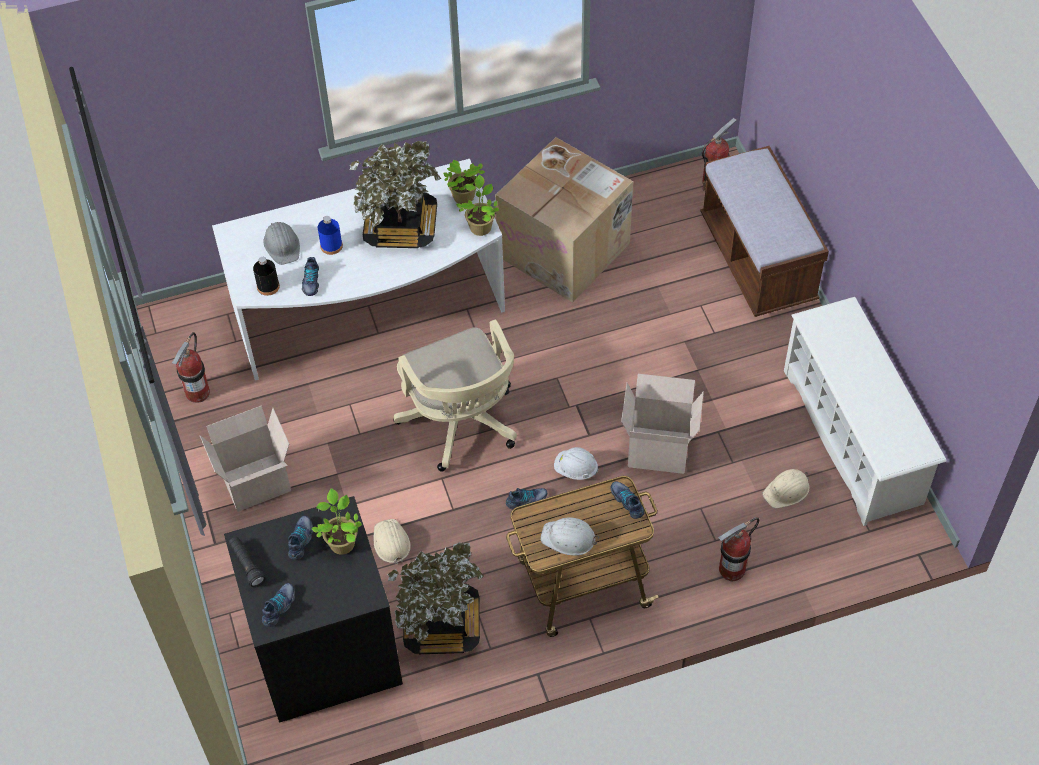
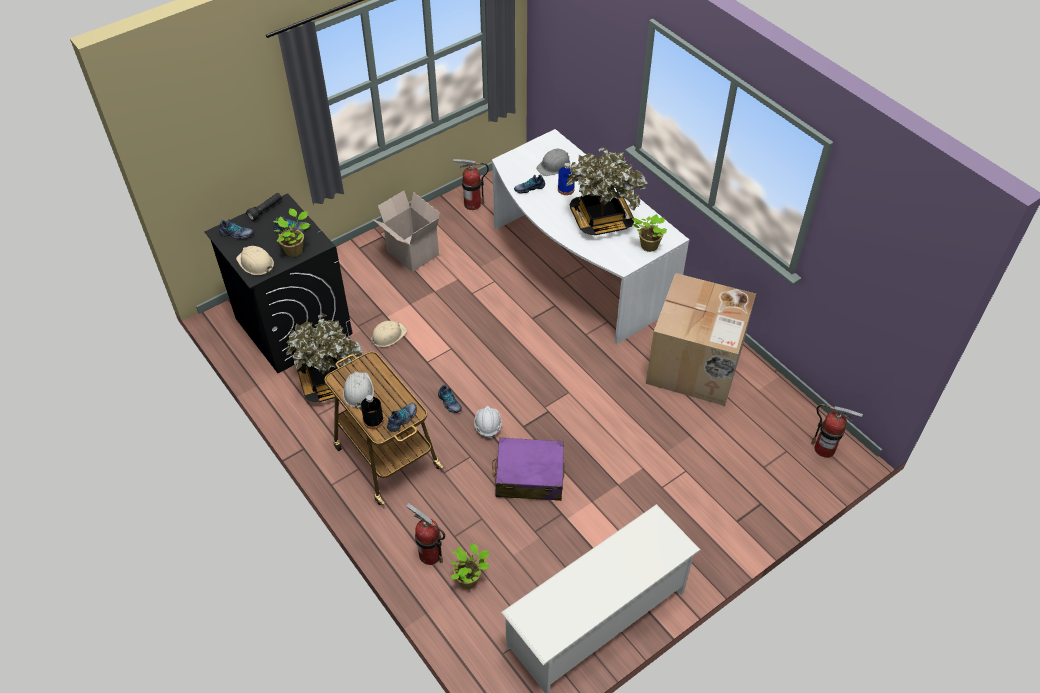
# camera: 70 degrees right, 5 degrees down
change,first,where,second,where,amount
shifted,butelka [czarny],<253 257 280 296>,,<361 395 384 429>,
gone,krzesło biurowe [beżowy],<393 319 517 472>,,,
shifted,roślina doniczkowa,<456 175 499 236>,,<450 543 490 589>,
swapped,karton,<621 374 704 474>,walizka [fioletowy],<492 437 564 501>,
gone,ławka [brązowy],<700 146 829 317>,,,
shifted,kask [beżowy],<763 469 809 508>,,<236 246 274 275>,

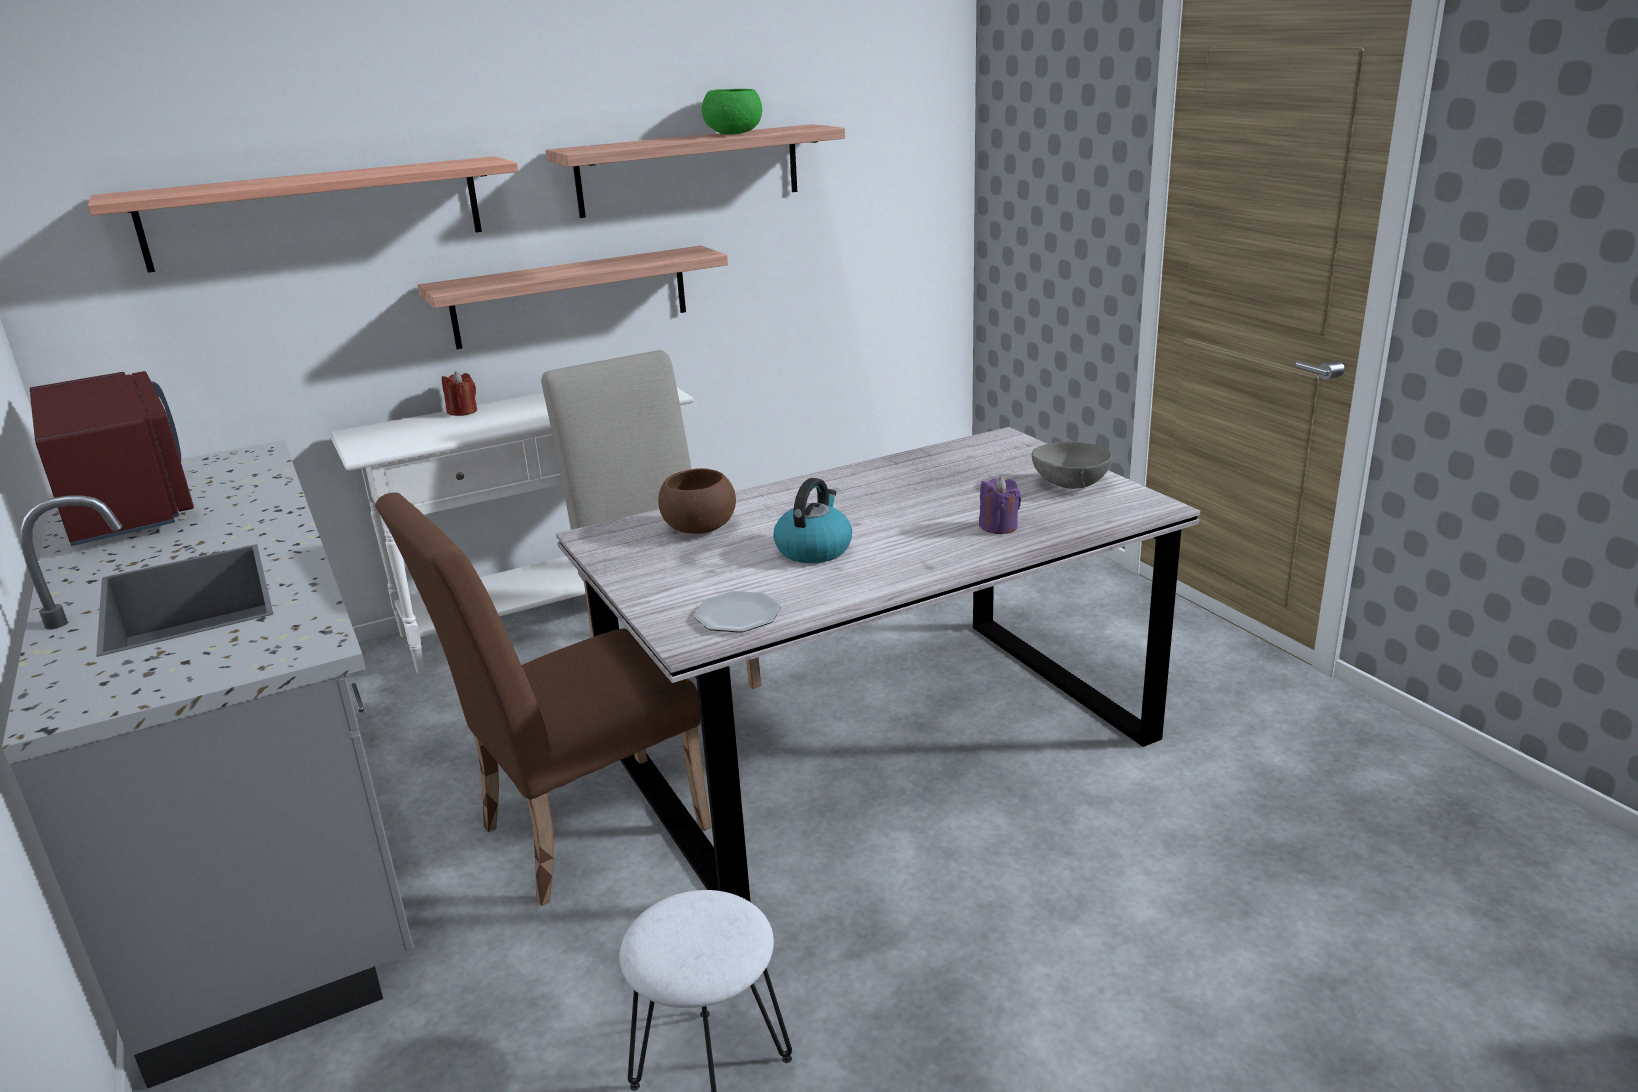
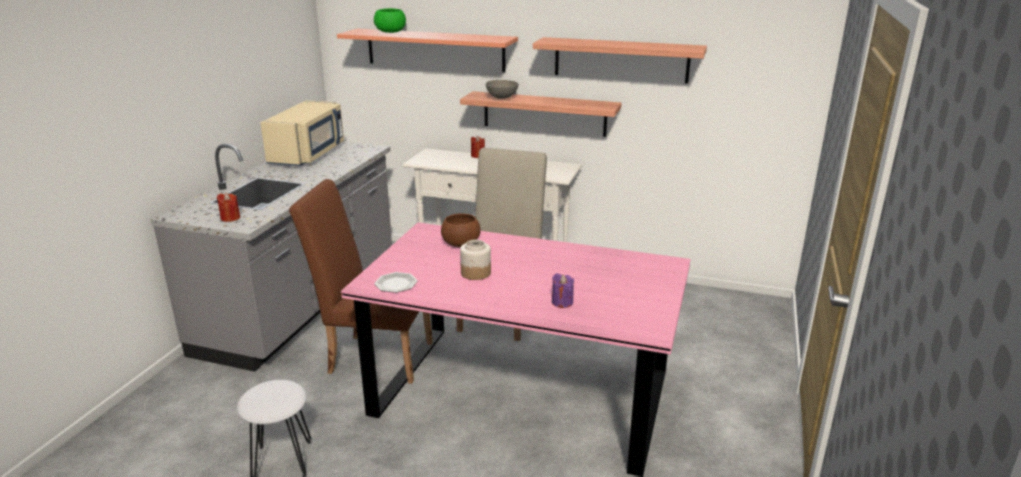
# camera: 45 degrees right, 0 degrees up
change,first,where,second,where,amount
repainted,mikrofalówka [czerwony],<30 371 194 546>,mikrofalówka [beżowy],<260 100 344 166>,
repainted,stół jadalny [szary],<556 427 1200 902>,stół jadalny [różowy],<341 222 691 477>,
shifted,miska [zielony],<702 89 762 135>,,<374 8 406 33>,
swapped,czajnik,<773 478 852 563>,słoik,<460 240 491 280>,
shifted,miska [szary],<1032 441 1112 489>,,<486 80 518 99>,
new,,,świeca [czerwony],<217 193 240 222>,

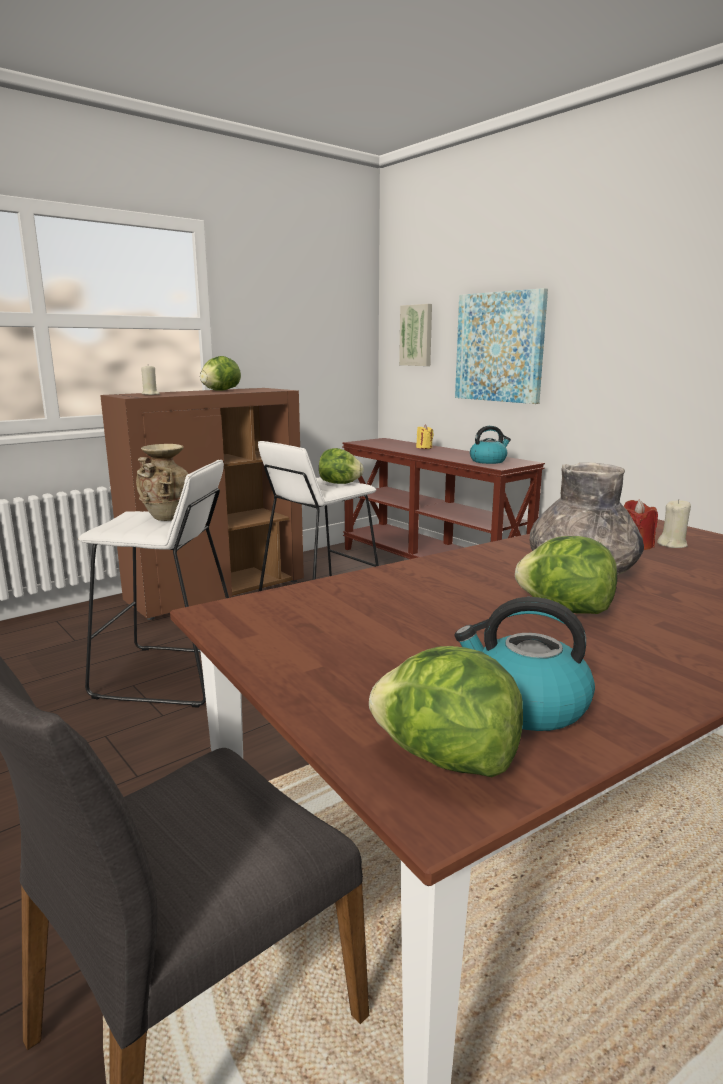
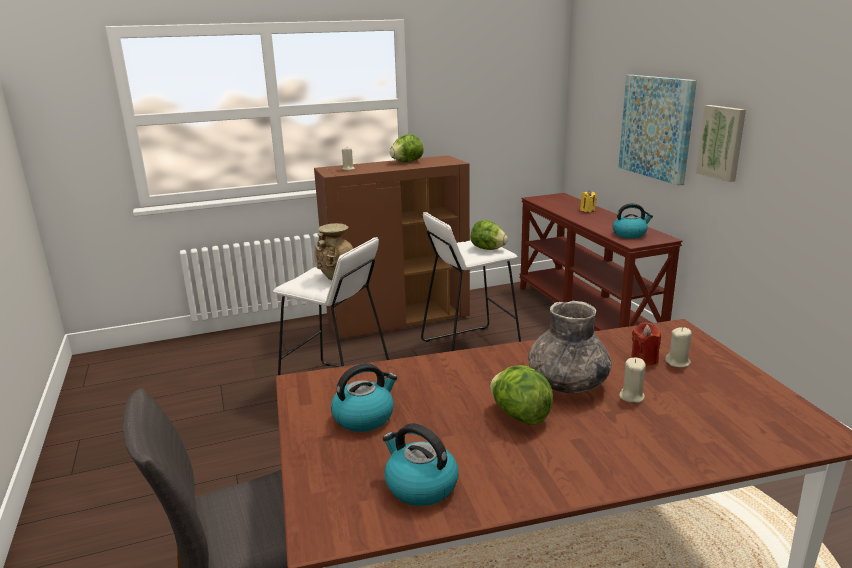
# camera: 20 degrees right, 5 degrees up
change,first,where,second,where,amount
gone,sałata,<369 646 523 777>,,,
shifted,obraz,<399 304 432 366>,,<696 105 746 182>,
new,,,czajnik,<331 363 397 432>,
new,,,świeca [beżowy],<619 358 646 403>,

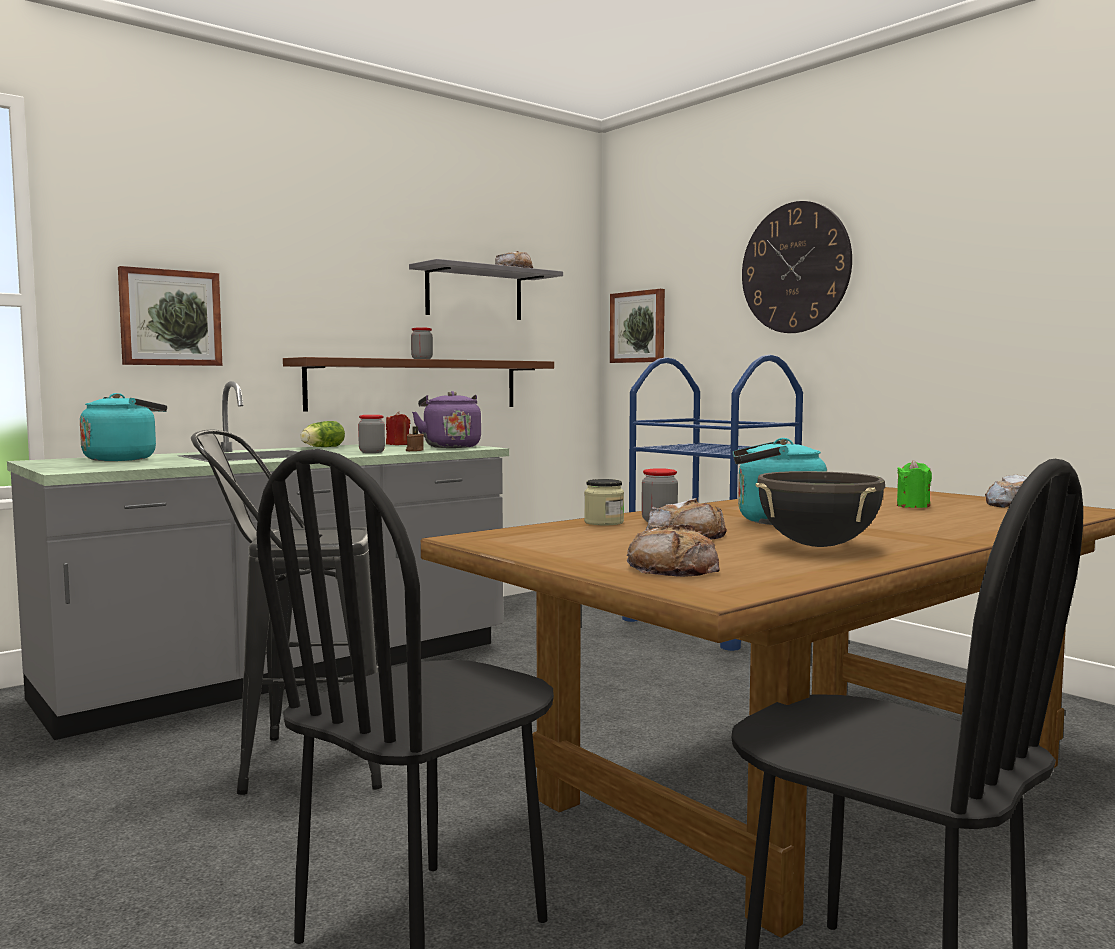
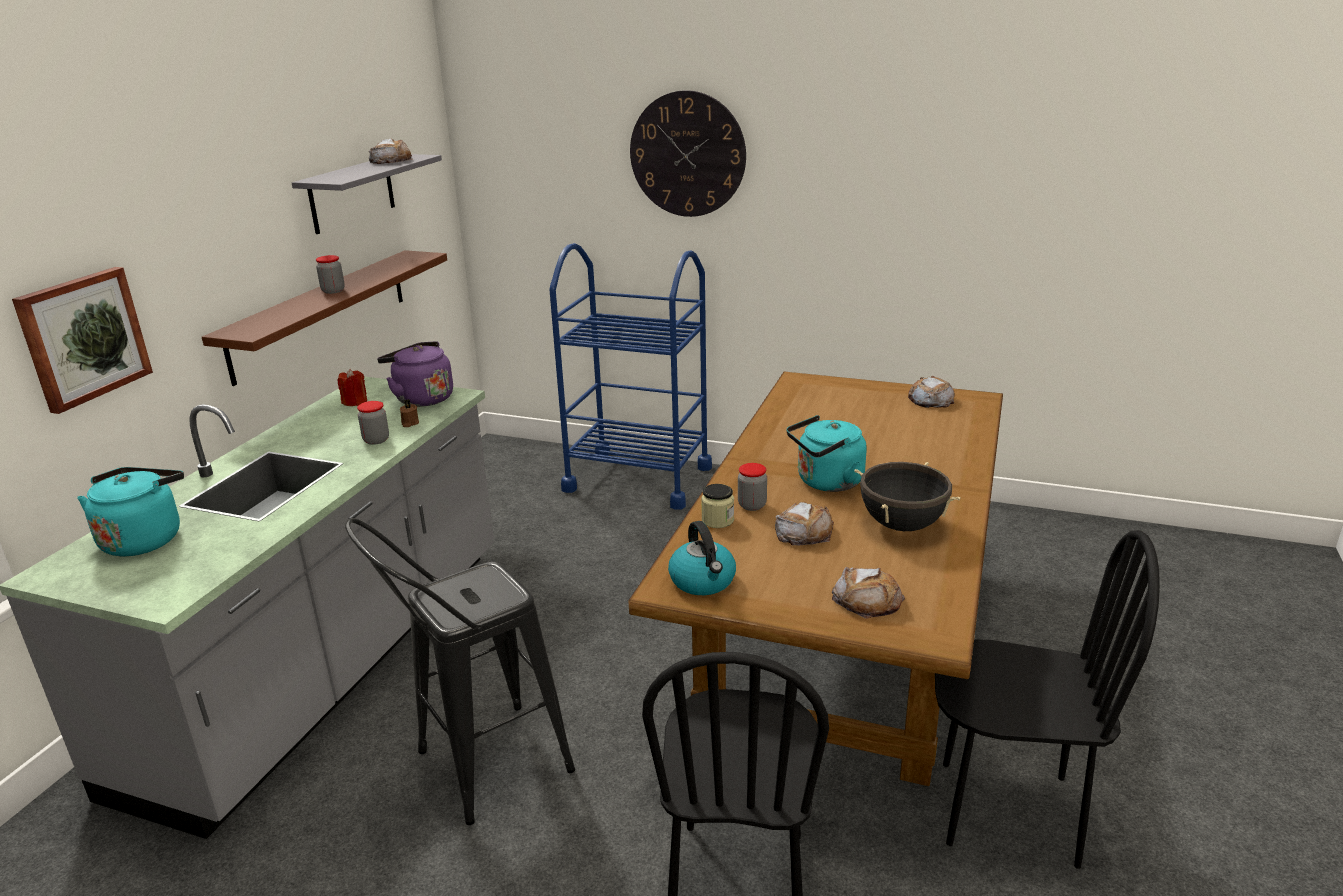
# camera: 30 degrees left, 20 degrees up
change,first,where,second,where,amount
gone,sałata,<300 421 345 447>,,,
gone,obraz,<610 289 665 363>,,,
gone,świeca [zielony],<897 460 932 508>,,,
new,,,czajnik,<668 521 736 595>,

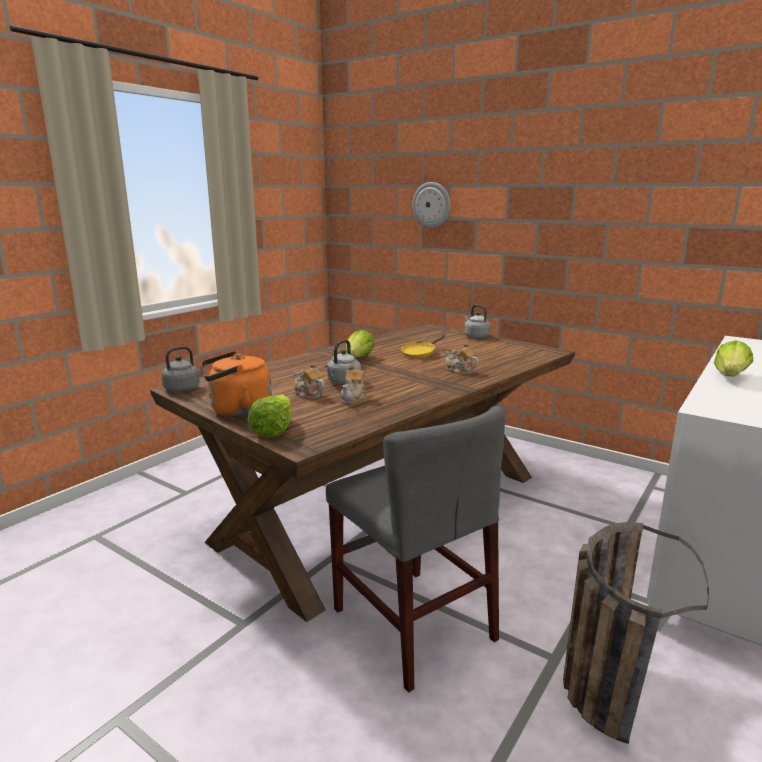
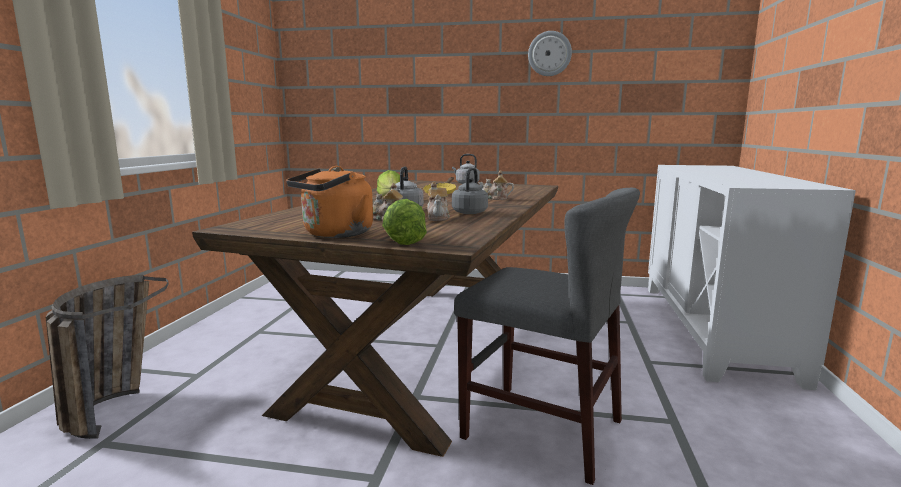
# camera: 25 degrees left, 5 degrees down
change,first,where,second,where,amount
shifted,czajnik [szary],<161 346 205 392>,,<452 168 488 214>,
shifted,zegar ścienny,<412 182 450 228>,,<528 31 572 76>,
shifted,koszyk,<563 522 709 744>,,<46 275 169 439>,
gone,sałata,<714 340 753 377>,,,

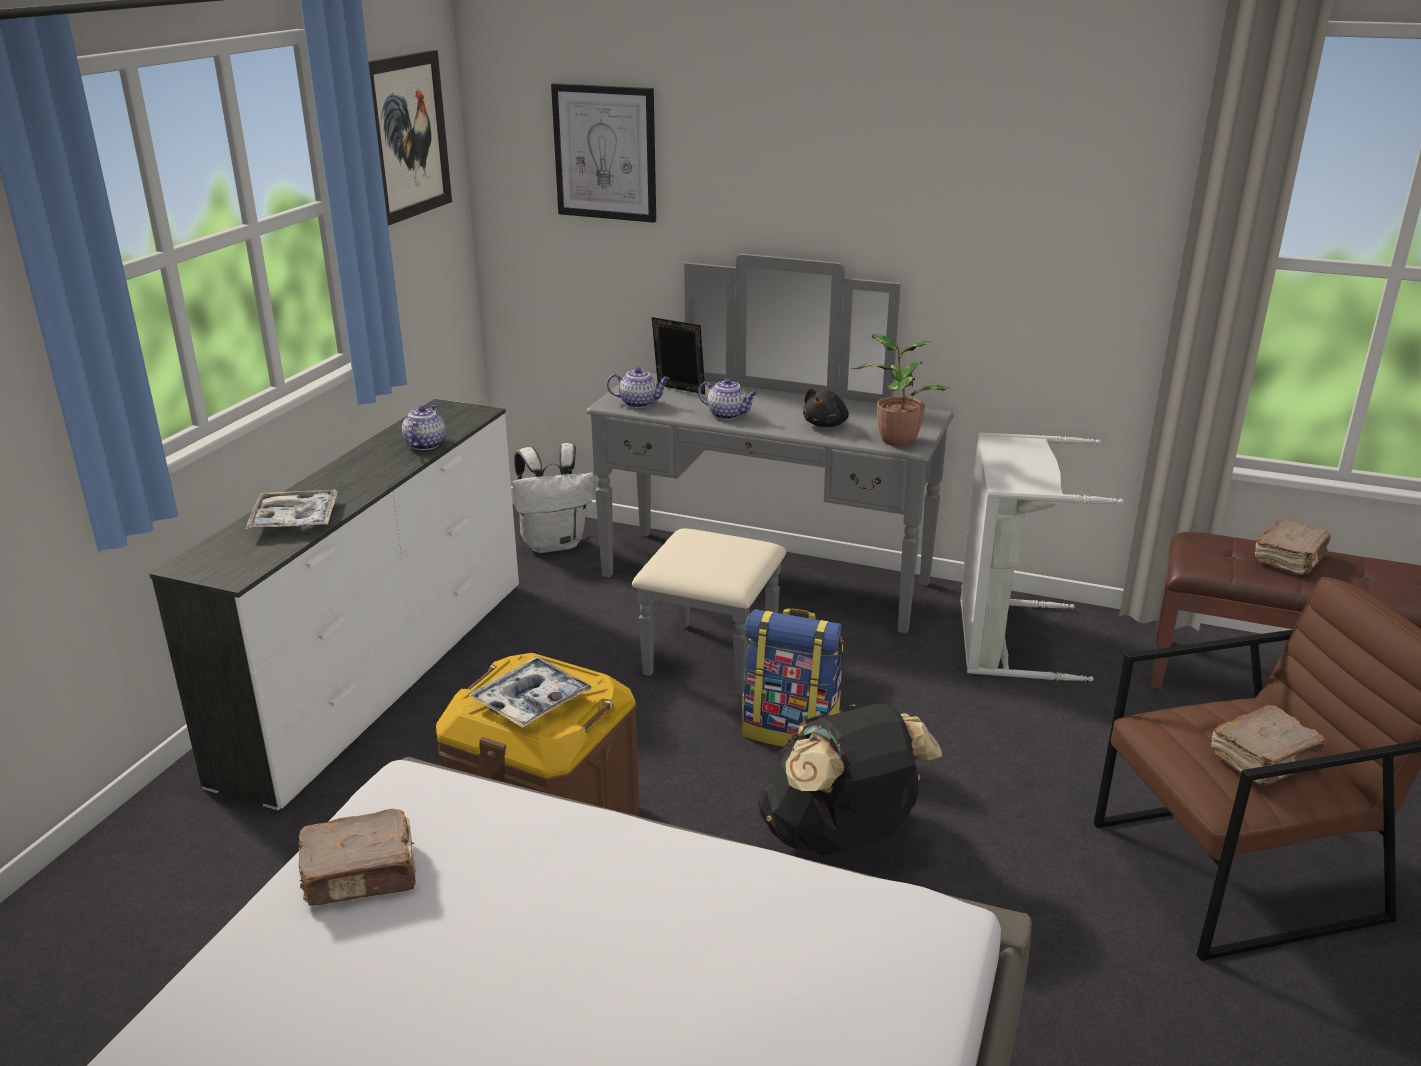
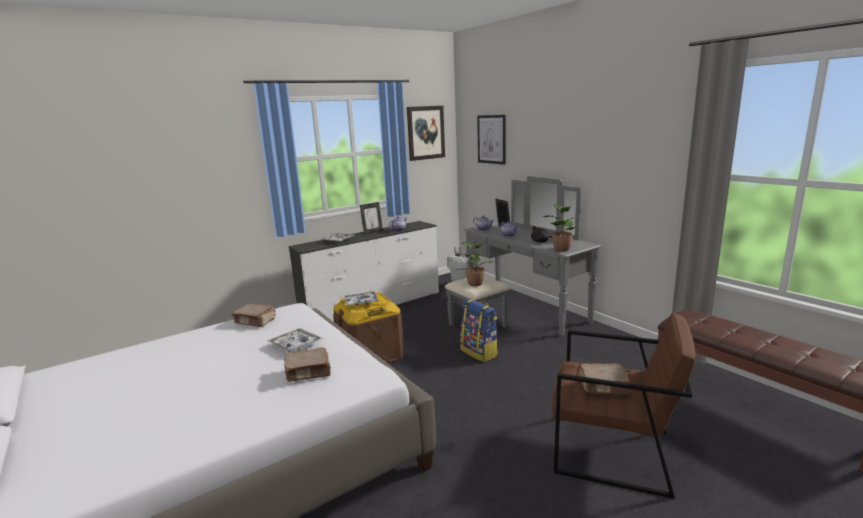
# camera: 35 degrees right, 10 degrees down
change,first,where,second,where,amount
gone,plecak [czarny],<758 704 942 856>,,,
gone,kosz na pranie [szary],<960 432 1124 681>,,,
shifted,książka [brązowy],<1255 518 1331 575>,,<284 347 331 381>,
new,,,taca,<267 328 323 353>,
new,,,ramka na zdjęcie,<360 202 383 234>,
new,,,roślina doniczkowa,<455 242 493 286>,

